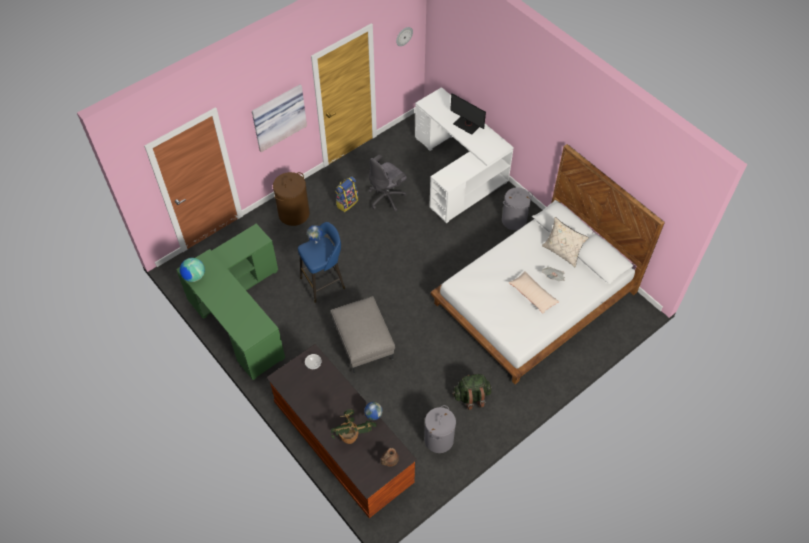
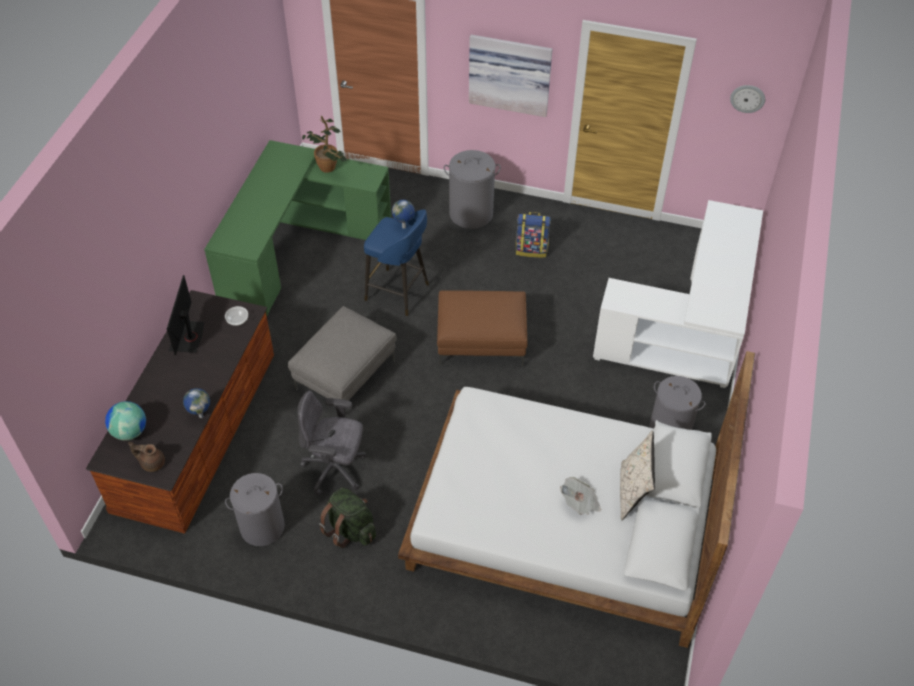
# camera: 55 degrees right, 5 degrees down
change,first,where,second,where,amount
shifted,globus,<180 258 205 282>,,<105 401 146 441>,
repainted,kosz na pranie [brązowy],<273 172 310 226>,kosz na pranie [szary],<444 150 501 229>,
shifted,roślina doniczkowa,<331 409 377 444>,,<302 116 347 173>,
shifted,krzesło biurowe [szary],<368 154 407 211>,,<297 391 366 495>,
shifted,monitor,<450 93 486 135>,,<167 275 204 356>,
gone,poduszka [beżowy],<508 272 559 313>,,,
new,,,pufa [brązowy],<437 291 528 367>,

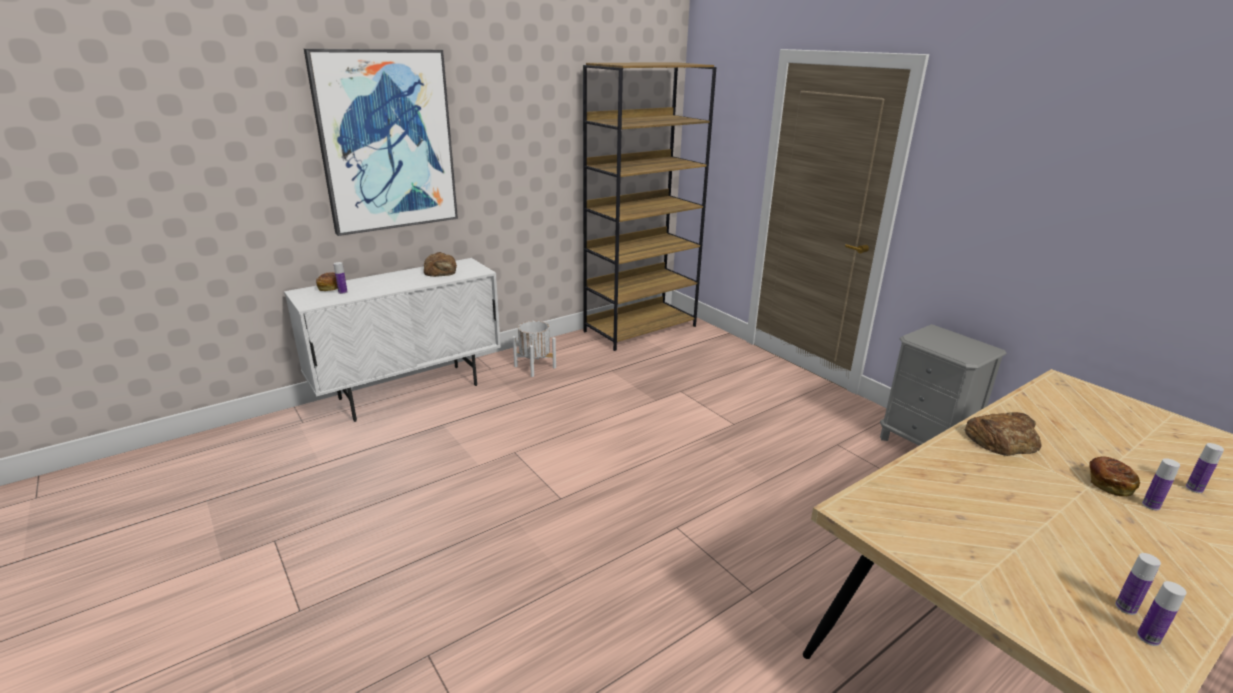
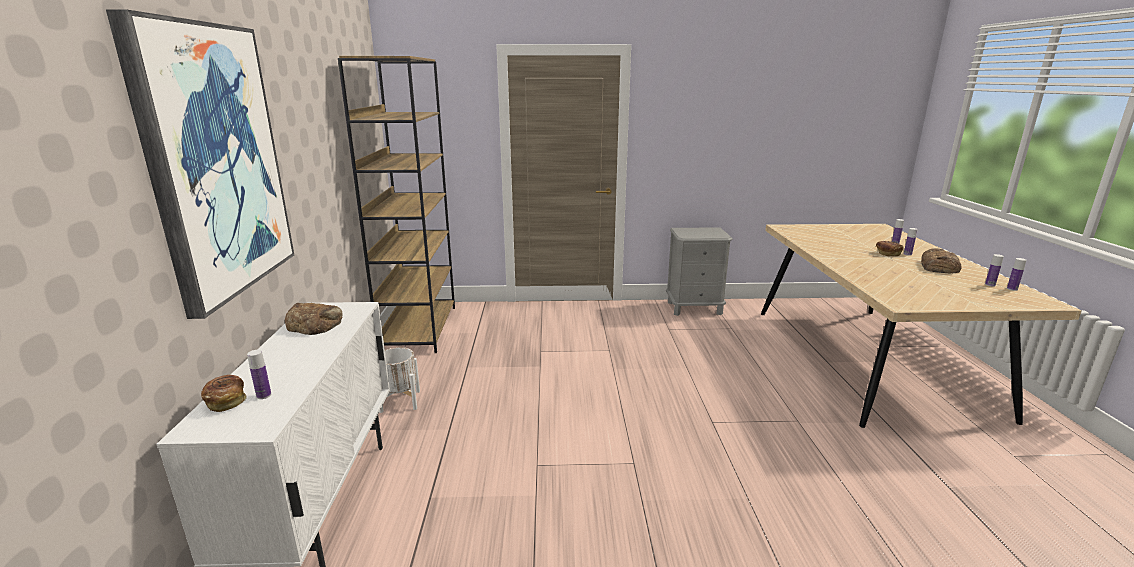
# camera: 55 degrees left, 5 degrees down
change,first,where,second,where,amount
shifted,chleb,<964 412 1042 456>,,<921 248 962 273>,

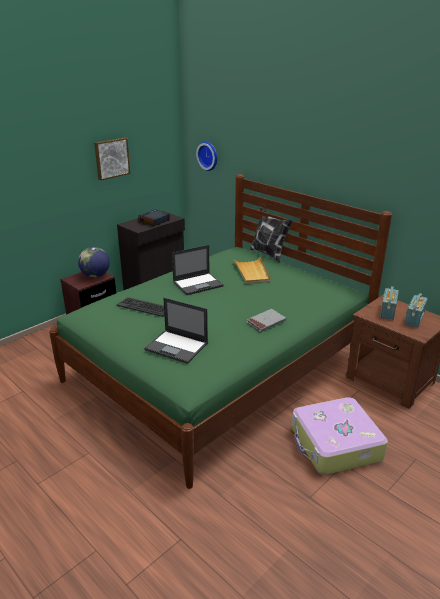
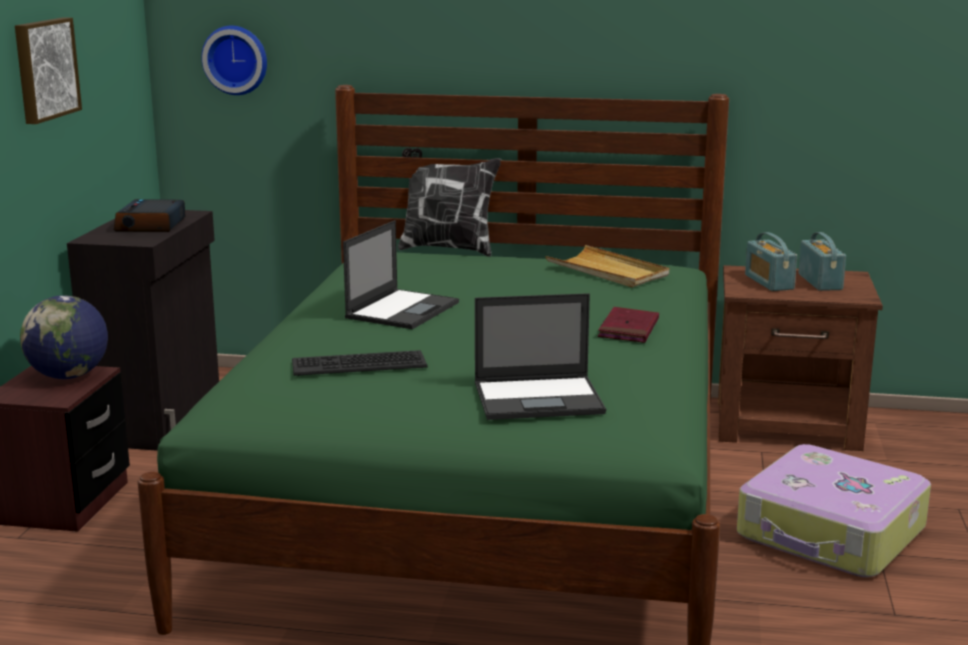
# camera: 35 degrees left, 10 degrees down
change,first,where,second,where,amount
shifted,taca [beżowy],<234 258 271 284>,,<545 245 669 287>,
repainted,książka [szary],<247 309 286 332>,książka [czerwony],<598 307 659 343>,

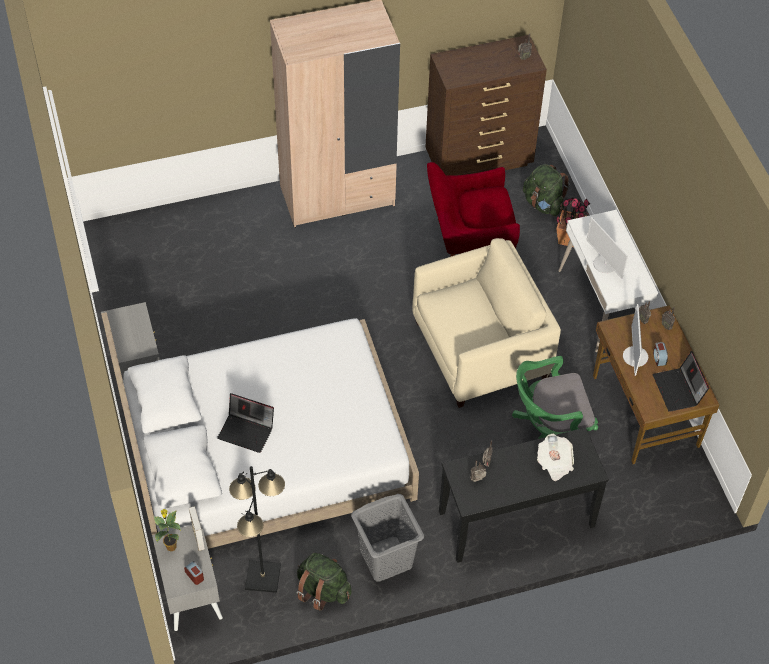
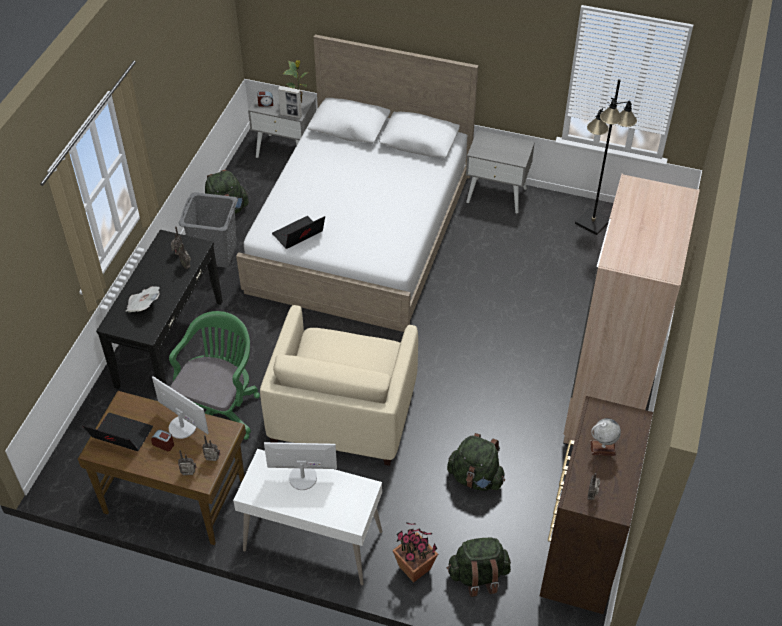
# camera: 125 degrees right, 5 degrees down
change,first,where,second,where,amount
shifted,laptop,<217 393 274 453>,,<272 216 325 249>,
shifted,lampa stojąca [czarny],<229 466 285 593>,,<575 79 637 235>,
swapped,fotel [czerwony],<427 162 520 257>,plecak [zielony],<447 433 505 491>,
new,,,globus,<590 418 621 456>,

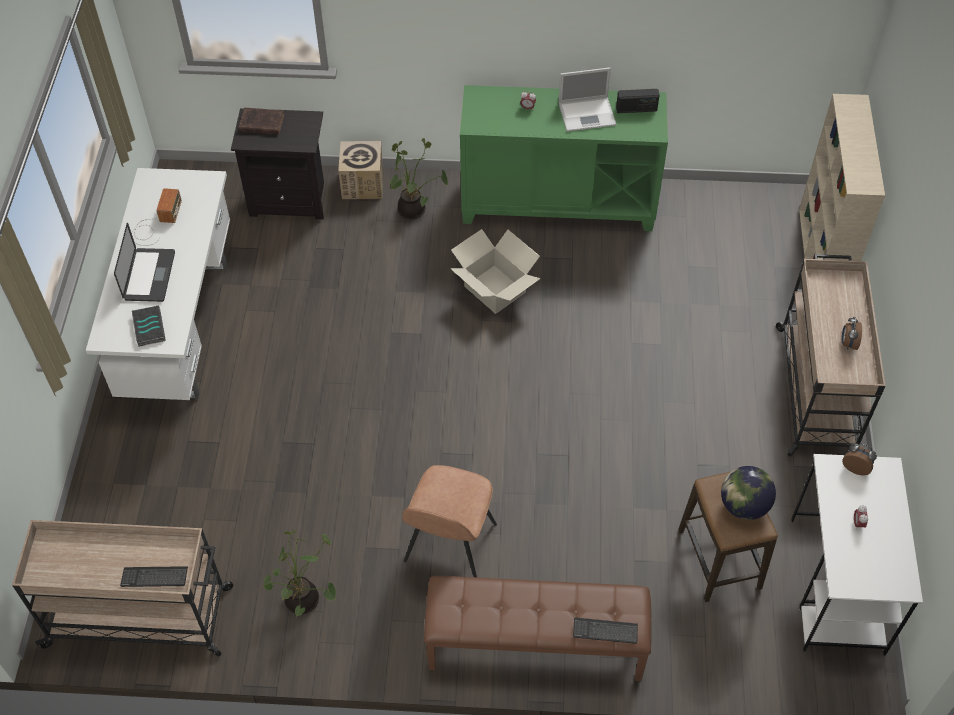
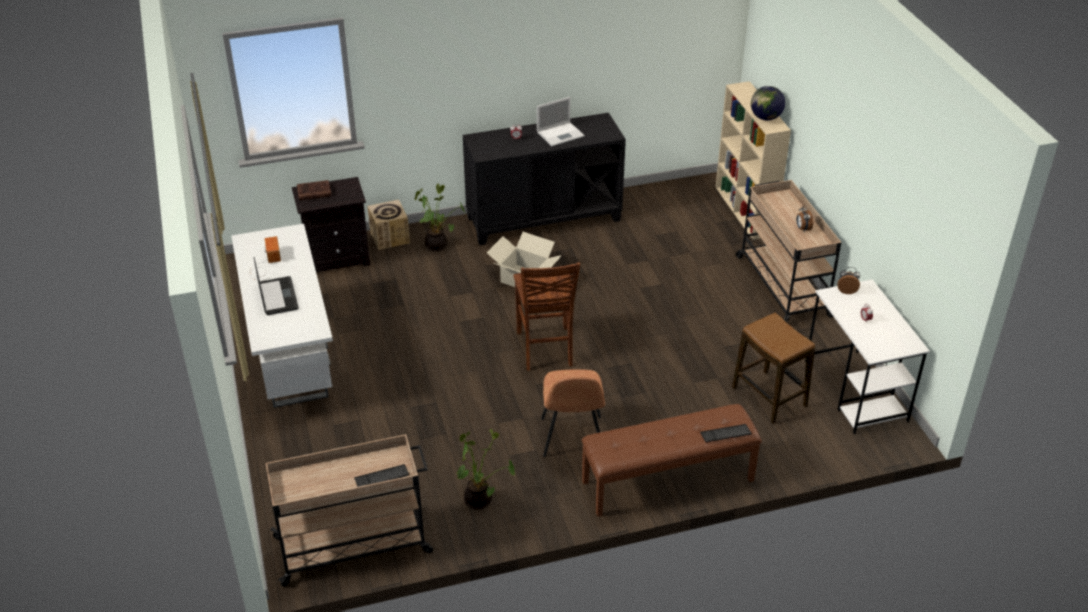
# camera: 20 degrees left, 15 degrees down
change,first,where,second,where,amount
gone,książka,<132 305 166 347>,,,
repainted,szafka [zielony],<460 85 668 231>,szafka [czarny],<463 113 626 245>,
gone,radio,<616 89 660 113>,,,
shifted,globus,<721 466 776 520>,,<751 86 785 120>,
new,,,krzesło [brązowy],<513 262 580 371>,

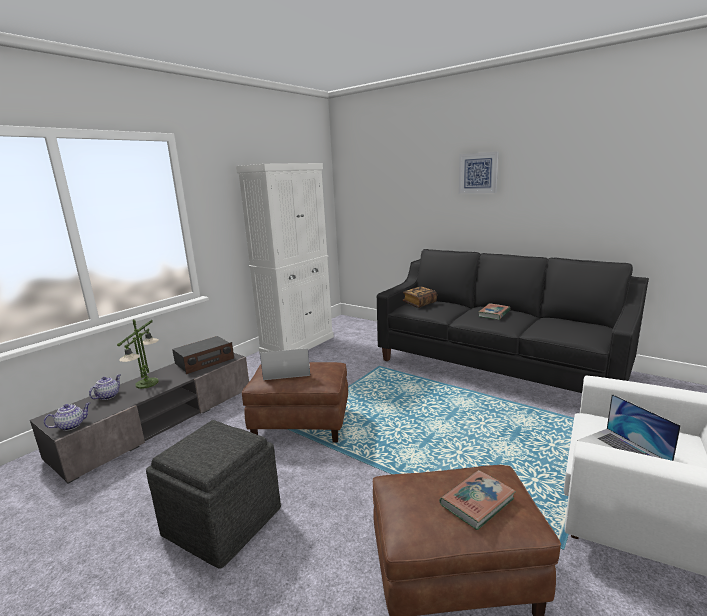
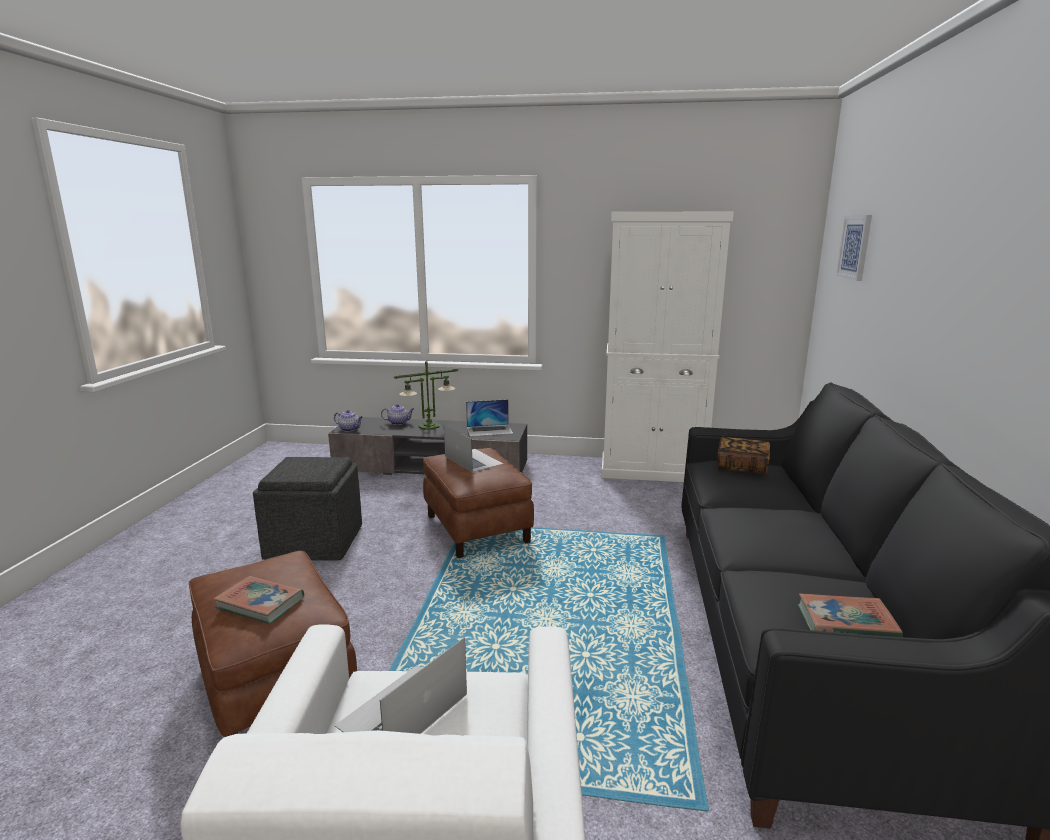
# camera: 60 degrees right, 0 degrees up
change,first,where,second,where,amount
swapped,radio,<172 336 234 374>,laptop,<466 399 513 436>,
shifted,obraz,<459 152 498 194>,,<836 215 872 281>,
shifted,książka,<478 303 510 320>,,<798 593 903 637>,

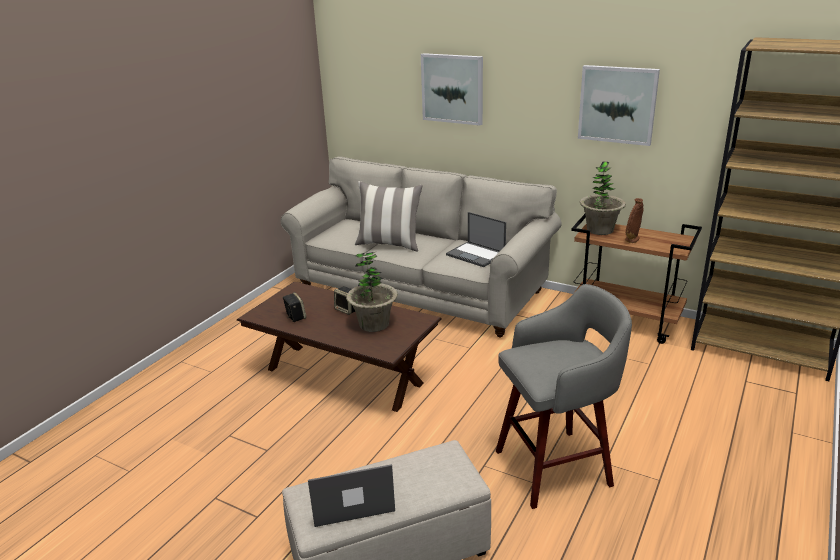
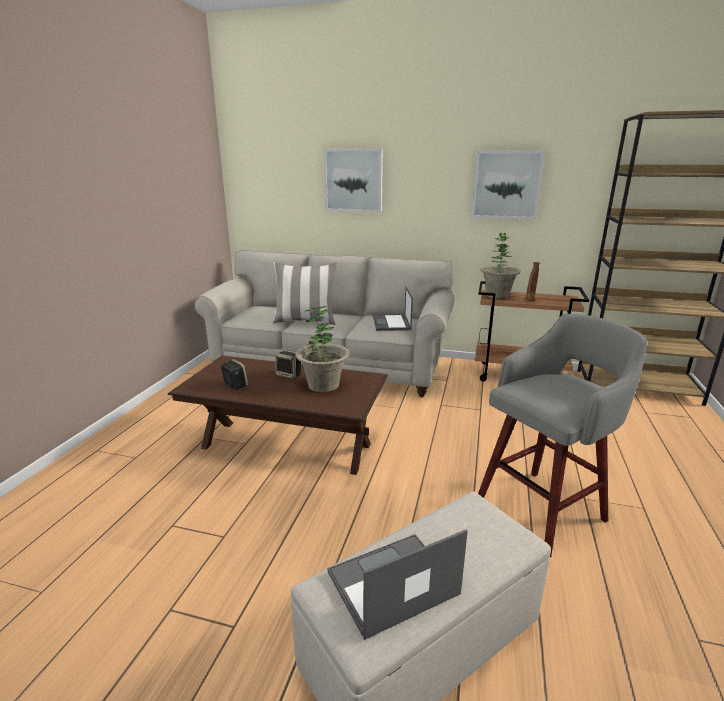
# camera: 15 degrees left, 5 degrees down
change,first,where,second,where,amount
rotated,laptop,<446 212 506 267>,,<373 287 413 331>,60 degrees clockwise

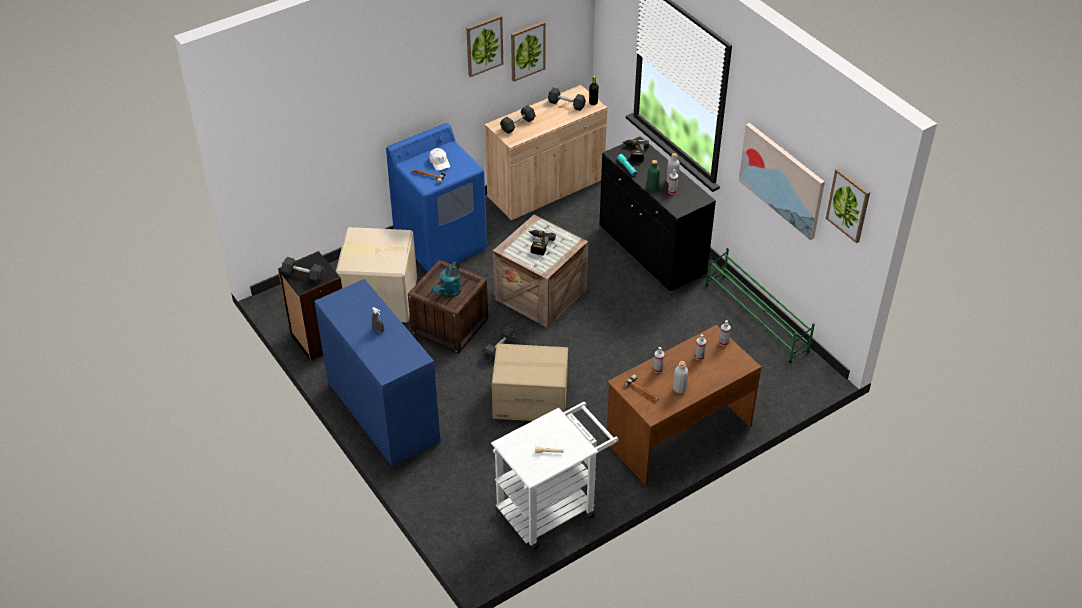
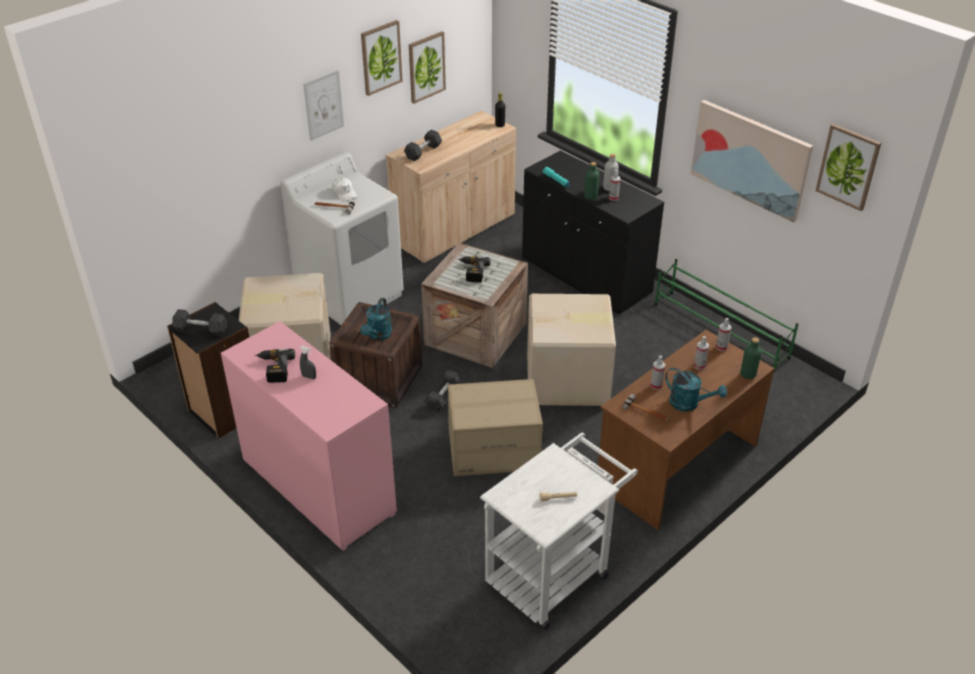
# camera: 10 degrees left, 5 degrees down
change,first,where,second,where,amount
repainted,komoda [niebieski],<314 279 440 467>,komoda [różowy],<221 321 397 551>,
repainted,pralka [niebieski],<386 123 487 272>,pralka [biały],<280 152 403 325>,
gone,hantel [szary],<548 87 586 111>,,,
shifted,wiertarka,<622 140 649 162>,,<255 349 295 383>,
swapped,butelka [szary],<673 361 688 393>,konewka [turkusowy],<665 368 727 412>,
new,,,obraz,<303 70 344 141>,
new,,,karton,<527 294 616 406>,
new,,,butelka [zielony],<740 337 762 379>,

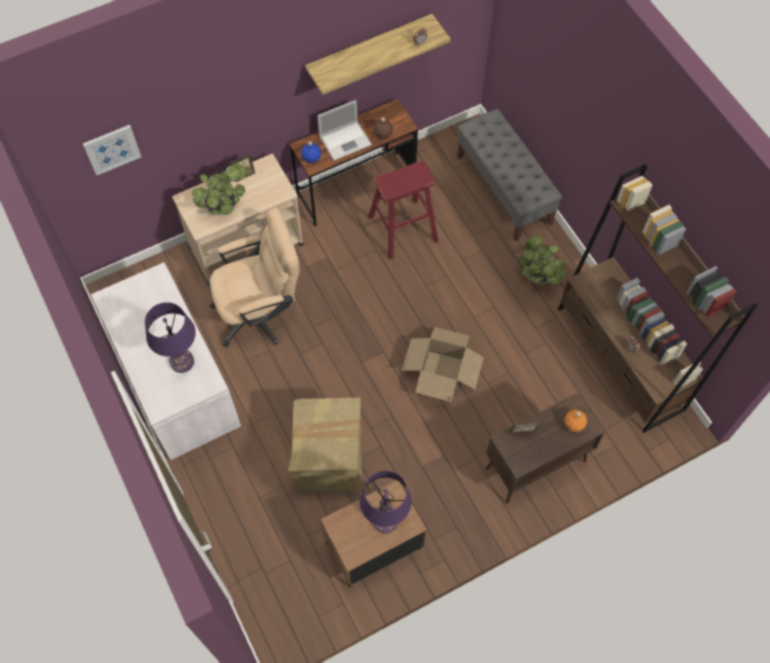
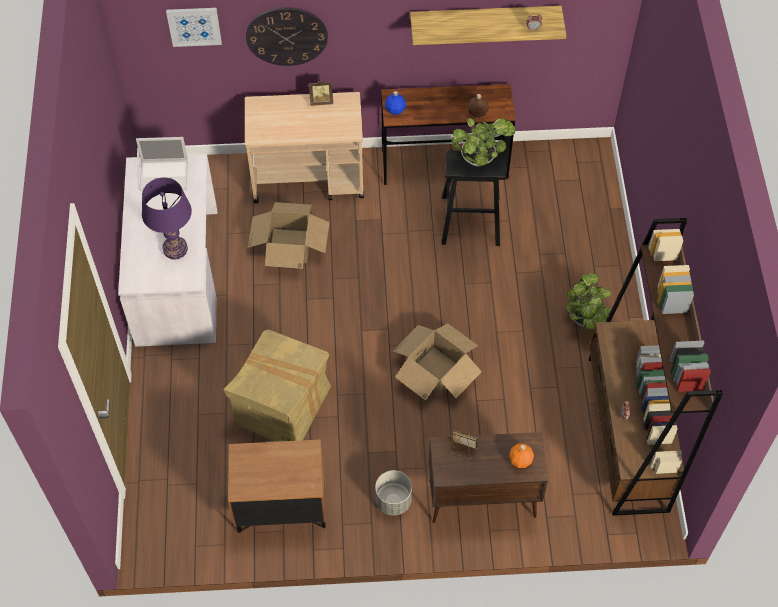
# camera: 25 degrees right, 5 degrees down
change,first,where,second,where,amount
shifted,roślina doniczkowa,<192 164 247 215>,,<452 118 515 166>,
swapped,krzesło biurowe [beżowy],<210 208 300 347>,karton,<248 202 330 269>,
shifted,laptop,<317 100 372 161>,,<136 137 188 191>,
gone,lampa stołowa [fioletowy],<360 471 412 533>,,,
repainted,stołek [czerwony],<368 160 438 259>,stołek [czarny],<441 150 506 246>,
gone,ławka [szary],<457 109 562 242>,,,
new,,,zegar ścienny,<246 7 328 66>,
new,,,donica [szary],<375 470 412 515>,

